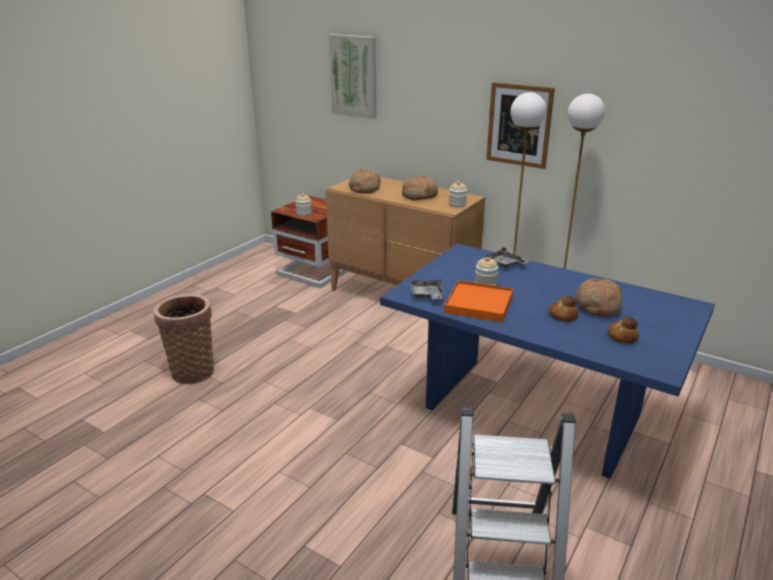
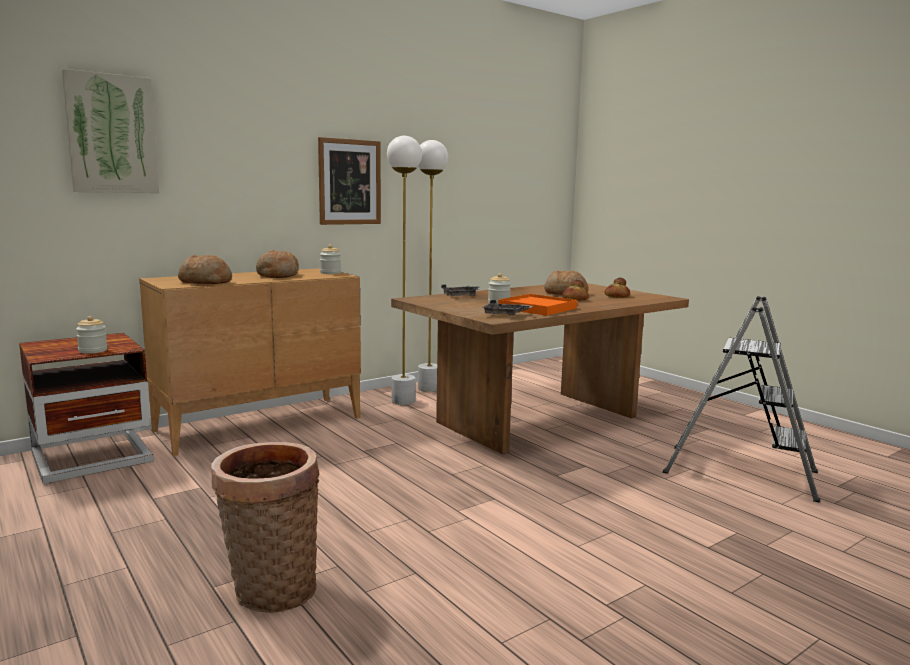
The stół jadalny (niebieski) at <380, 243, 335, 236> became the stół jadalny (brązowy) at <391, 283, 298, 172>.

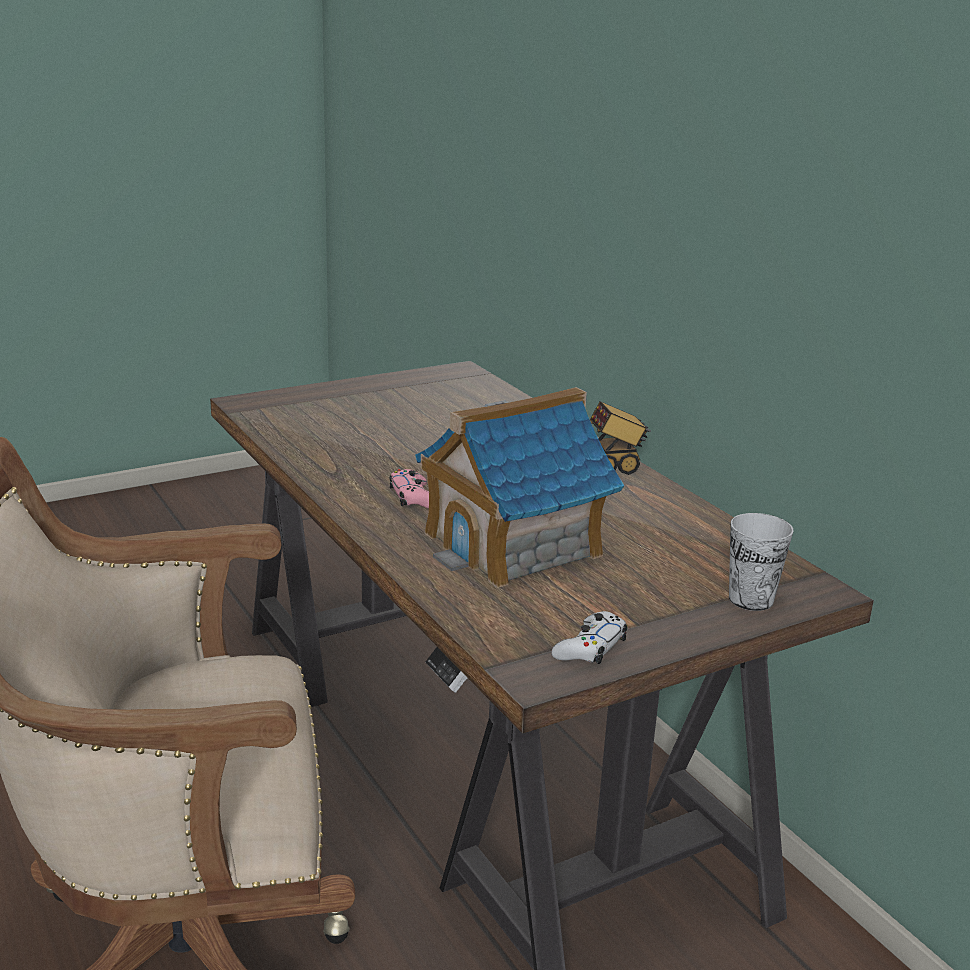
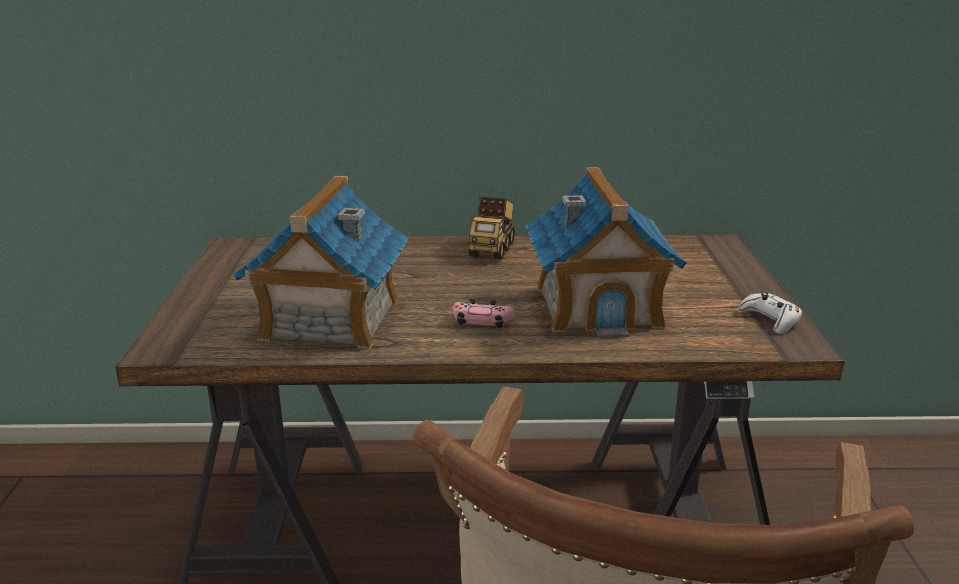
The domek at <233, 176, 176, 173> appeared.
The filiżanka at <729, 513, 64, 98> disappeared.

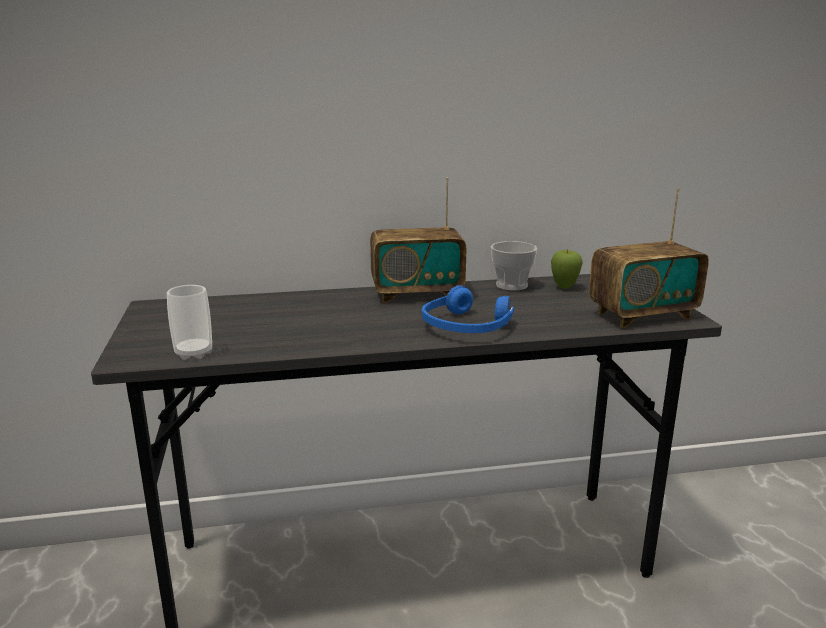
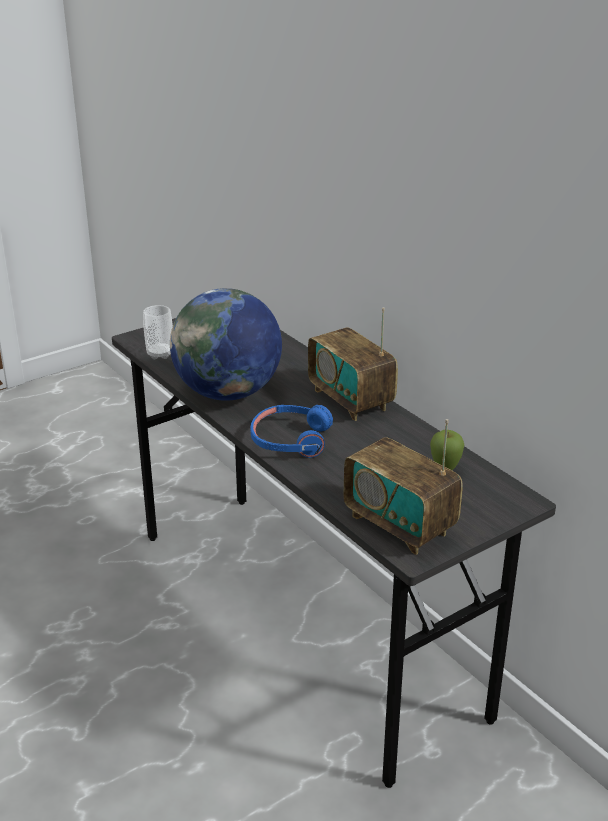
The globus at <170, 288, 112, 113> appeared.
The filiżanka at <491, 241, 46, 50> disappeared.

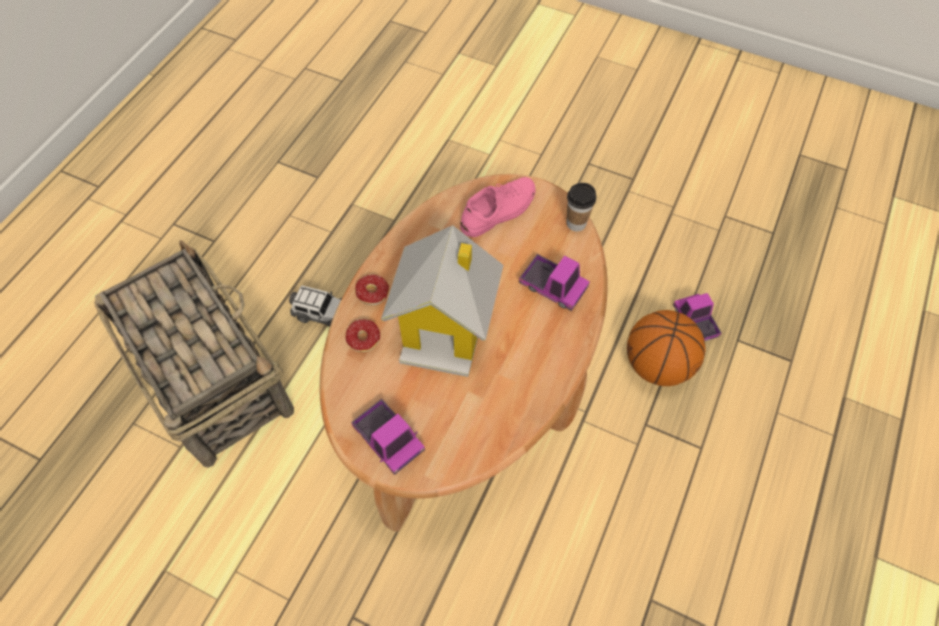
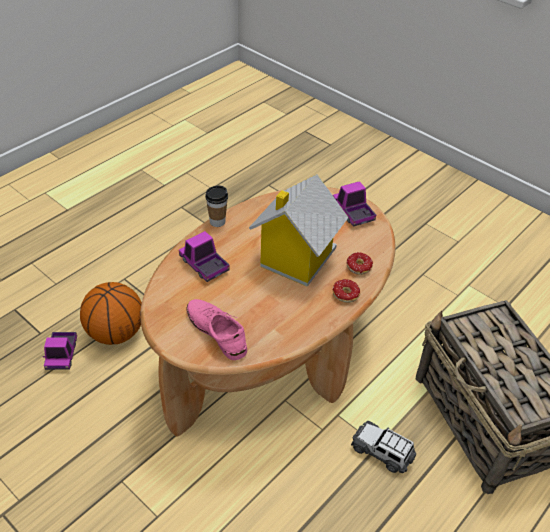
The but (różowy) at <460, 177, 76, 60> turned 75 degrees clockwise.
The filiżanka moved from <567, 183, 29, 49> to <205, 186, 23, 41>.

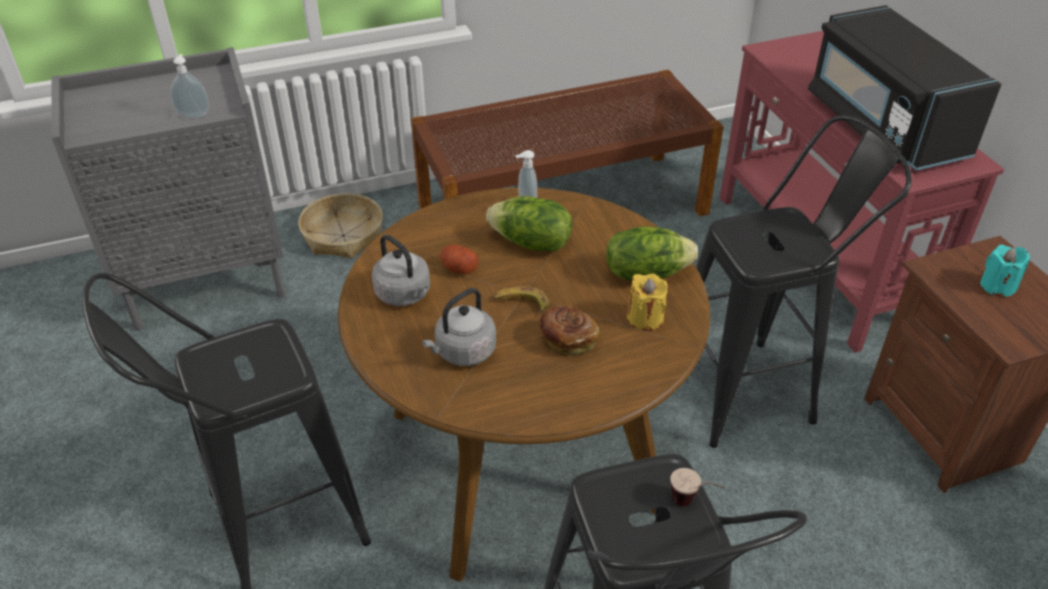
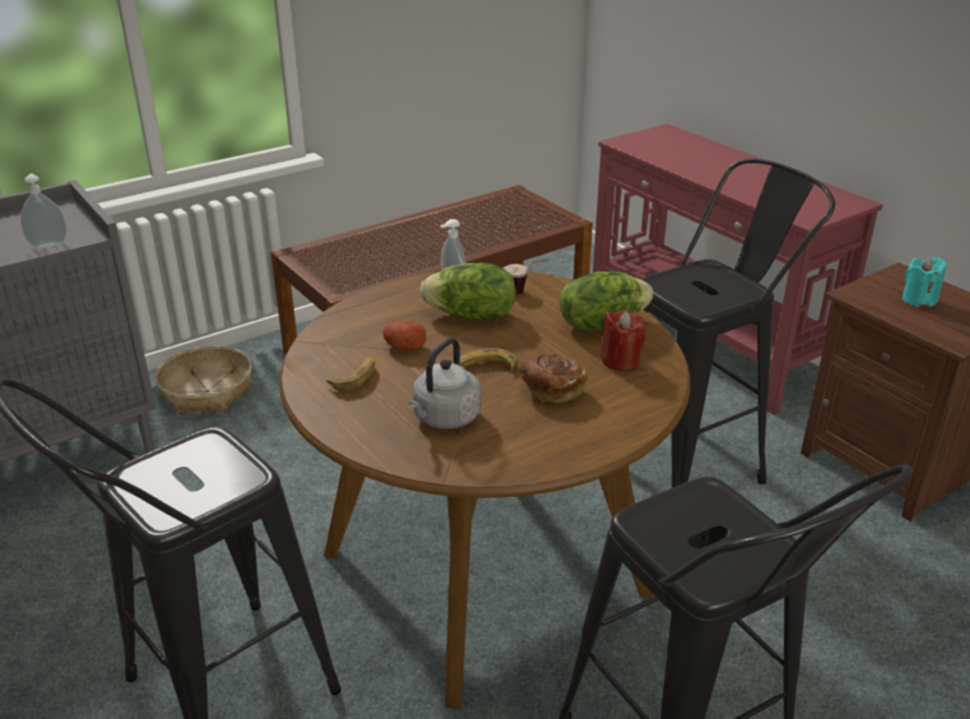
The czajnik (szary) at <372, 235, 58, 71> was replaced by the banan at <327, 357, 48, 34>.
The filiżanka moved from <670, 468, 55, 38> to <504, 259, 44, 35>.
The świeca (żółty) at <627, 274, 40, 57> became the świeca (czerwony) at <601, 310, 45, 61>.
The mikrofalówka (czarny) at <808, 5, 194, 166> disappeared.

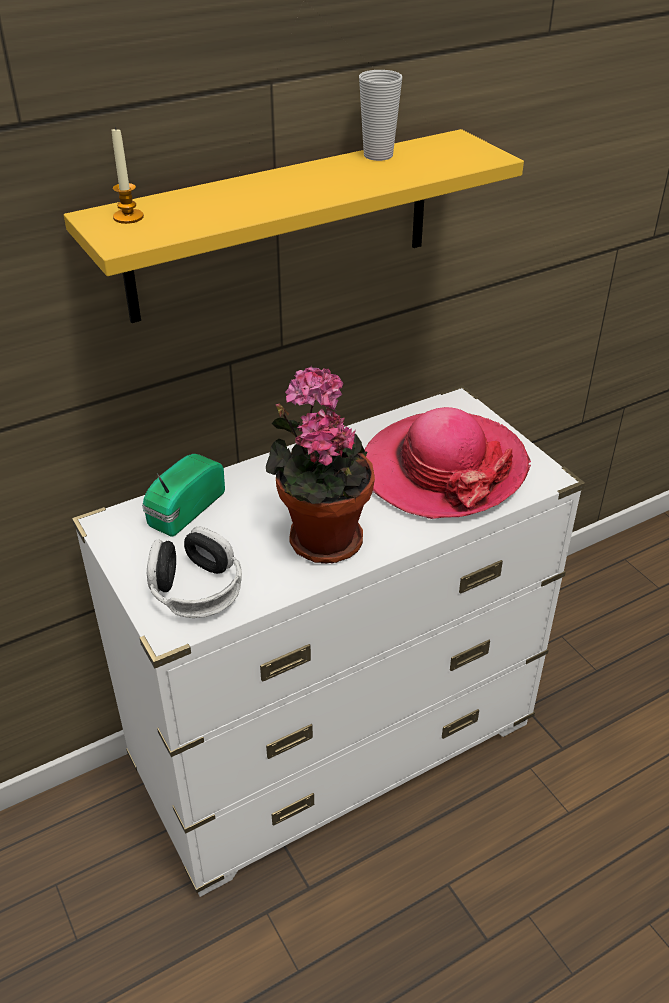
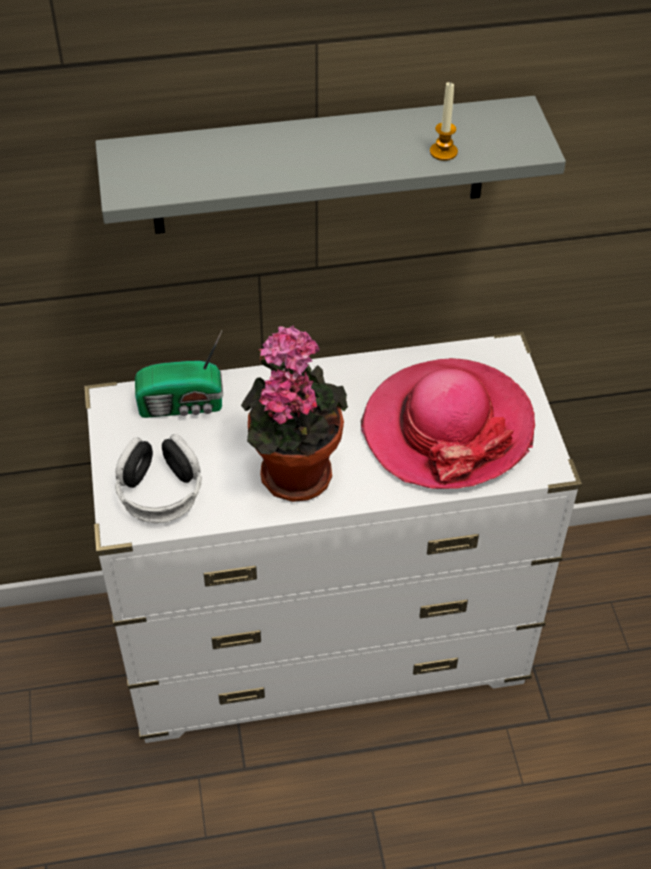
The półka (żółty) at <64, 129, 460, 194> became the półka (szary) at <95, 96, 471, 138>.
The radio at <142, 454, 83, 82> turned 150 degrees counterclockwise.
The świeca moved from <112, 126, 32, 98> to <430, 81, 28, 80>.
The filiżanka at <359, 70, 43, 91> disappeared.

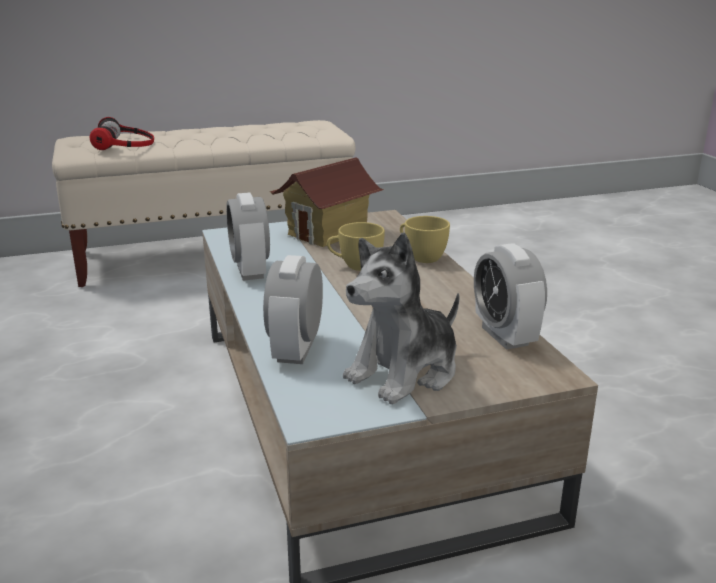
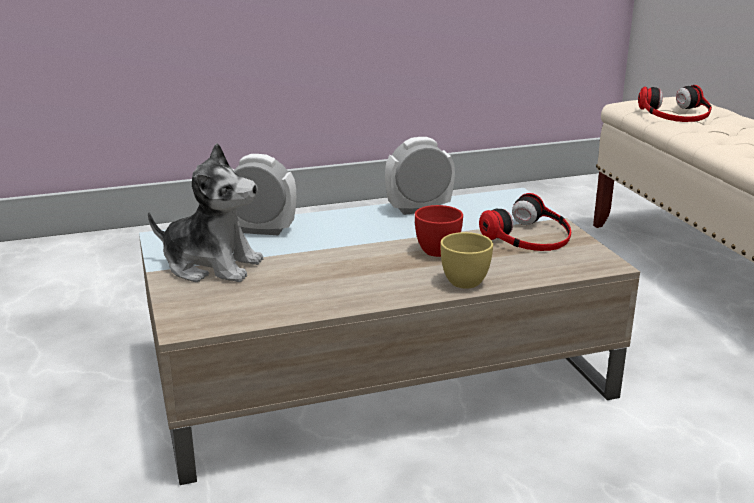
The pluszak at <343, 233, 116, 171> turned 150 degrees clockwise.
The filiżanka (żółty) at <327, 222, 58, 49> became the filiżanka (czerwony) at <415, 205, 48, 52>.
The domek at <270, 157, 114, 90> was replaced by the słuchawki at <479, 193, 92, 58>.
The budzik at <474, 243, 73, 107> disappeared.

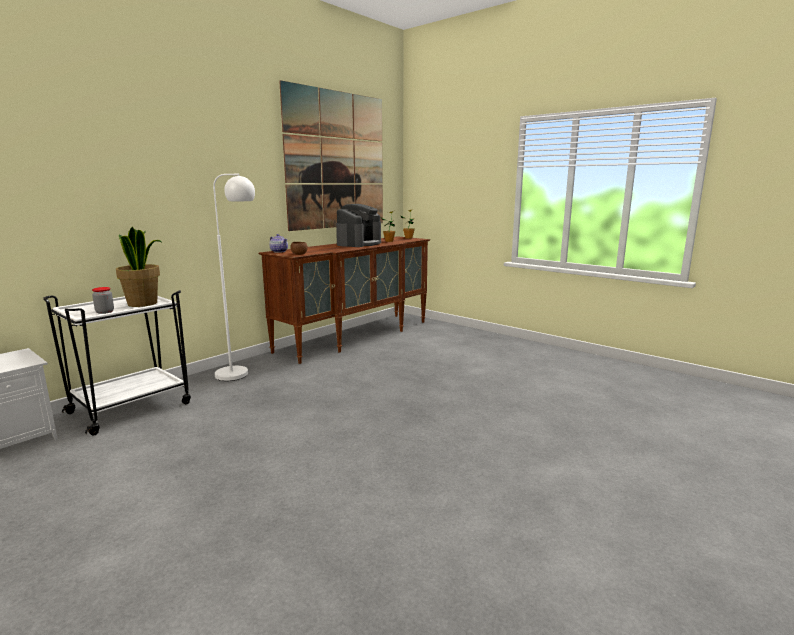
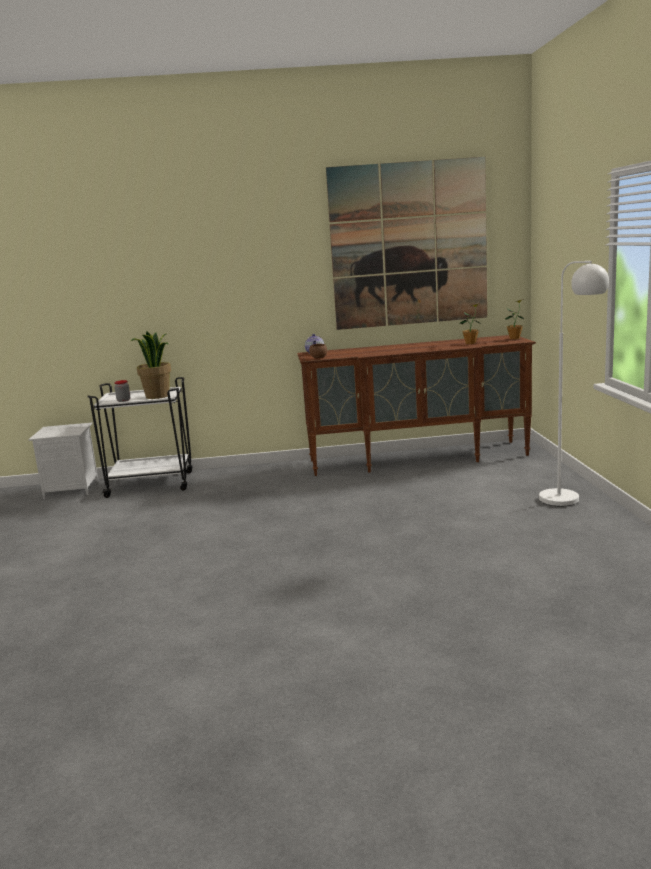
The lampa stojąca (biały) moved from <213, 173, 42, 208> to <539, 261, 70, 245>.
The ekspres do kawy at <336, 204, 45, 43> disappeared.

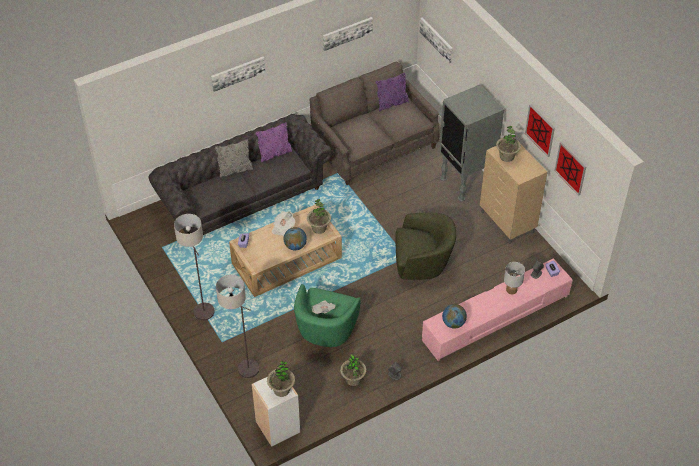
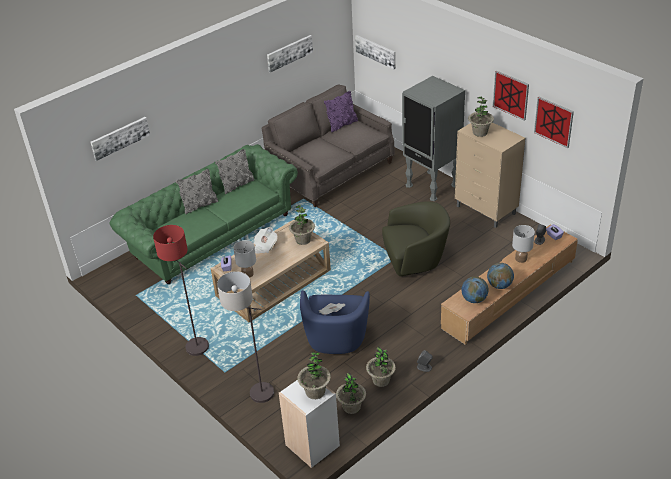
The obraz moved from <211, 57, 54, 35> to <91, 117, 59, 44>.
The kanapa (szary) at <148, 114, 185, 121> became the kanapa (zielony) at <110, 144, 188, 140>.
The lampa stojąca (szary) at <174, 214, 41, 107> became the lampa stojąca (czerwony) at <153, 225, 56, 131>.
The poduszka (fioletowy) at <255, 122, 37, 40> became the poduszka (szary) at <215, 149, 39, 45>.
The lampa stołowa (szary) at <233, 240, 23, 38> appeared.
The fotel (zielony) at <294, 284, 66, 63> became the fotel (niebieski) at <300, 290, 70, 64>.
The roślina doniczkowa at <336, 373, 30, 41> appeared.
The szafka pod telewizor (różowy) at <422, 258, 151, 103> became the szafka pod telewizor (brązowy) at <441, 224, 137, 121>.
The globus moved from <284, 227, 23, 23> to <487, 263, 27, 26>.

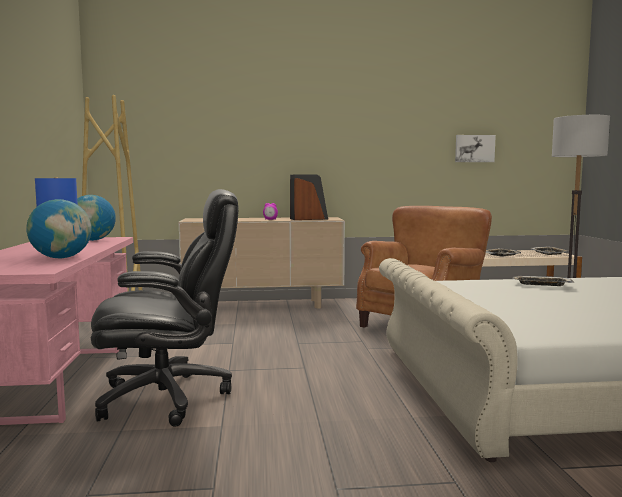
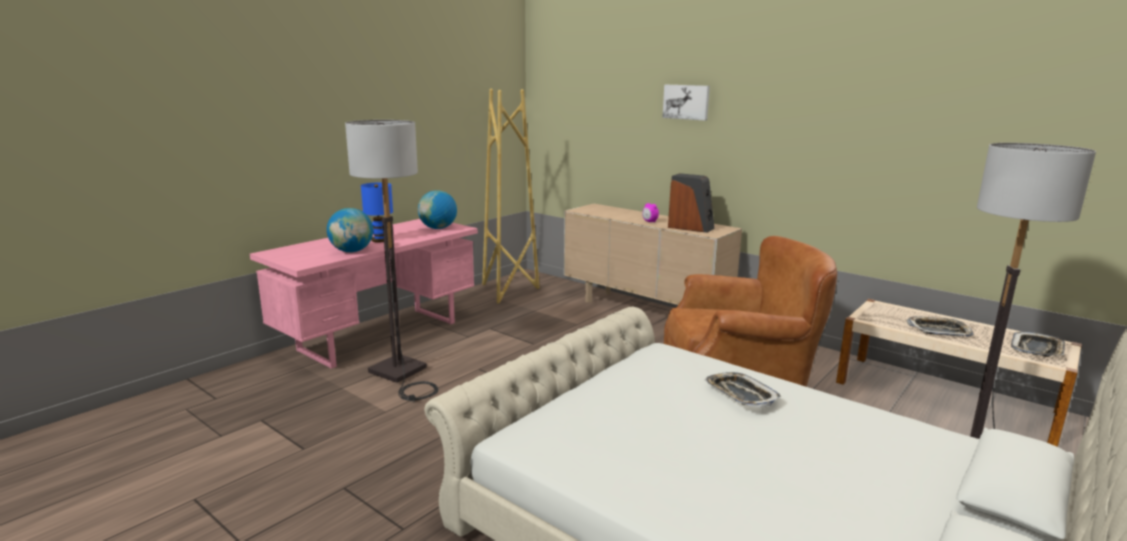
The krzesło biurowe (czarny) at <91, 189, 147, 238> was replaced by the lampa stojąca at <345, 120, 93, 282>.
The obraz moved from <455, 135, 41, 27> to <662, 85, 48, 36>.

